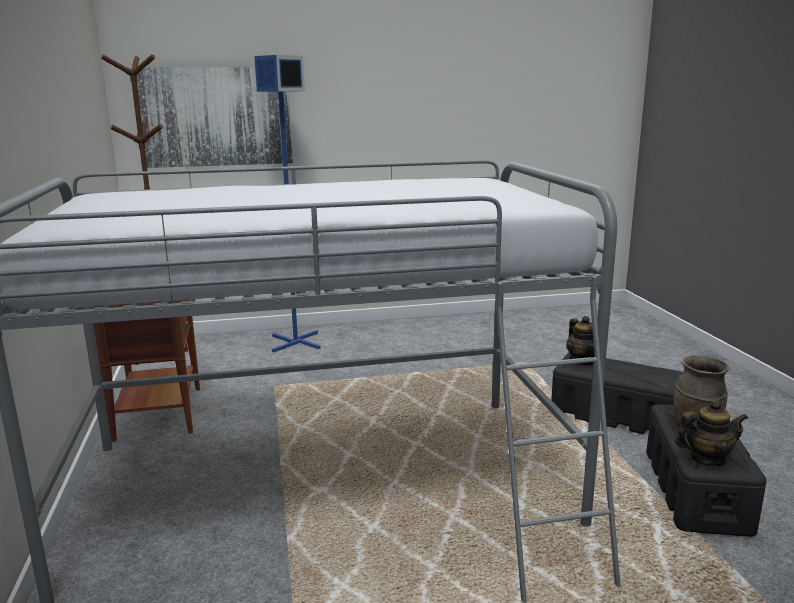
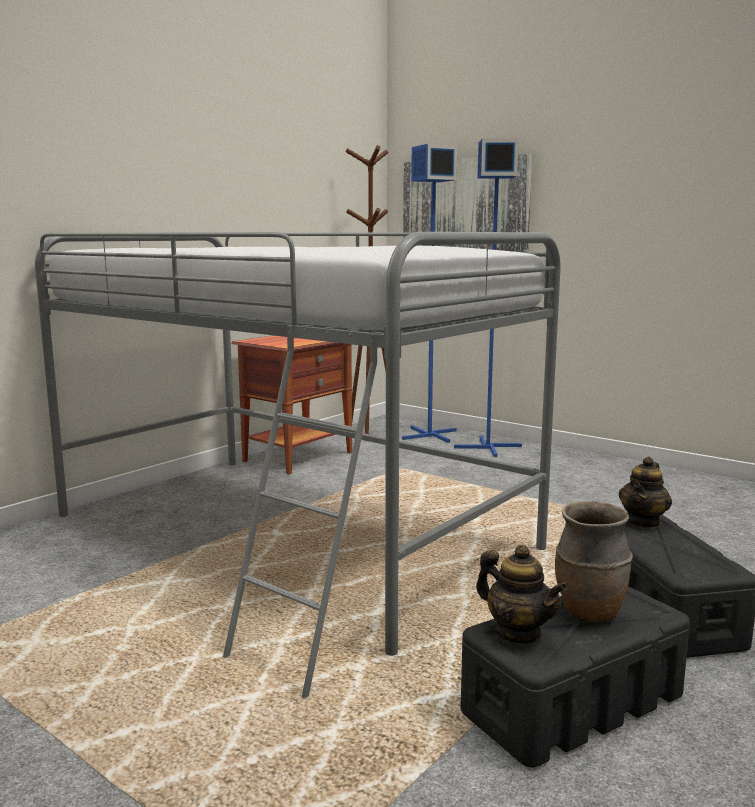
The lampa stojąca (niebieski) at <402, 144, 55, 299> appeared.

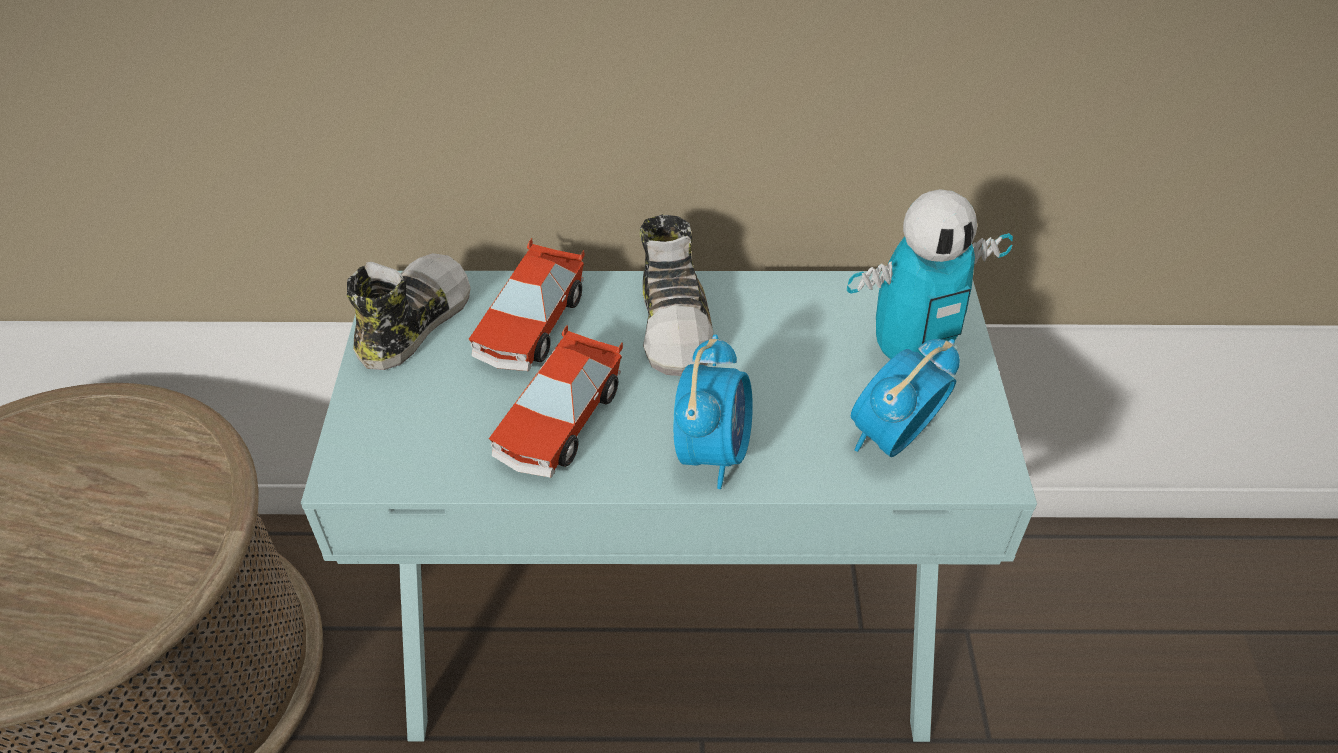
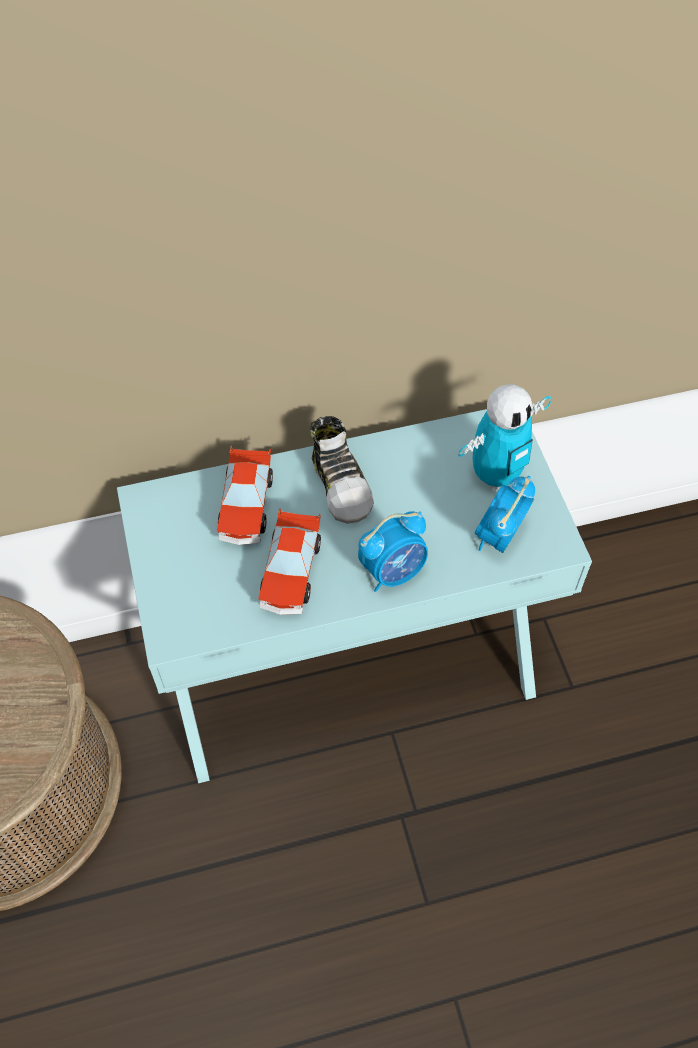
The budzik at <673, 334, 80, 155> turned 60 degrees clockwise.
The but at <347, 253, 124, 117> disappeared.

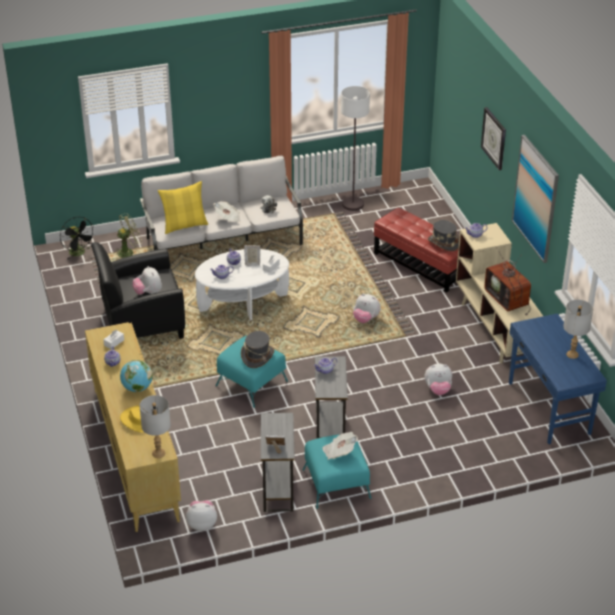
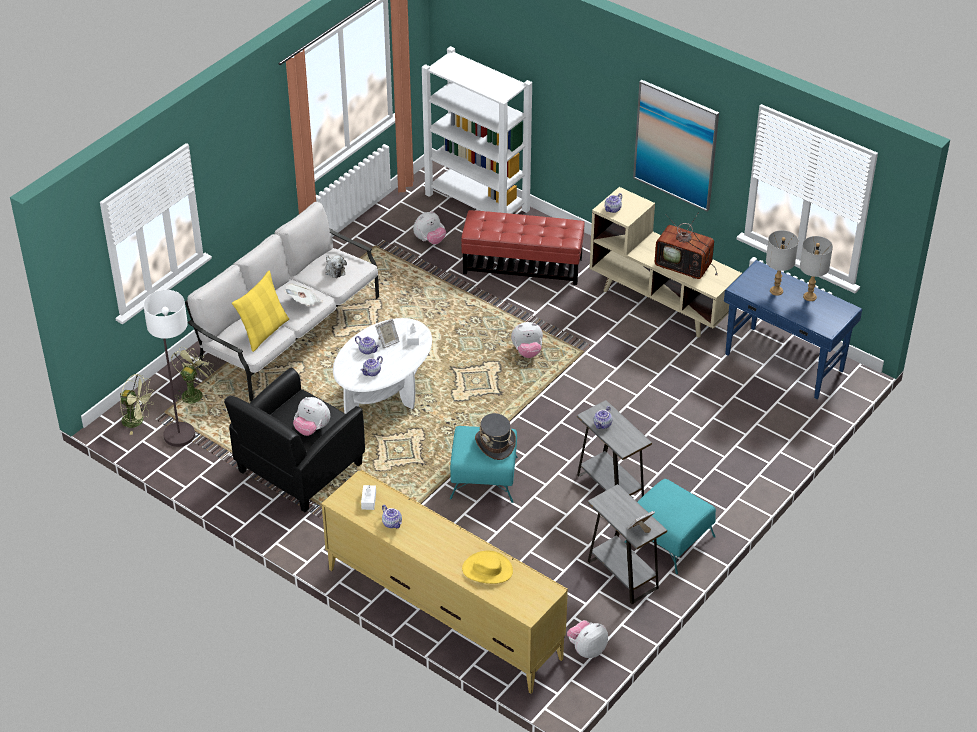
The wentylator (czarny) at <60, 217, 35, 42> became the wentylator (zielony) at <119, 374, 35, 61>.
The lampa stojąca (biały) moved from <341, 86, 29, 125> to <143, 290, 52, 157>.
The pluszak moved from <425, 364, 27, 31> to <413, 211, 33, 33>.
The regał (biały) at <422, 46, 110, 168> appeared.
The lampa stołowa (szary) moved from <139, 395, 32, 63> to <766, 230, 32, 66>.
The globus at <120, 360, 33, 32> disappeared.
The gazeta at <322, 432, 36, 28> disappeared.
The kapelusz (szary) at <428, 220, 31, 31> disappeared.
The zegar ścienny at <481, 107, 25, 63> disappeared.

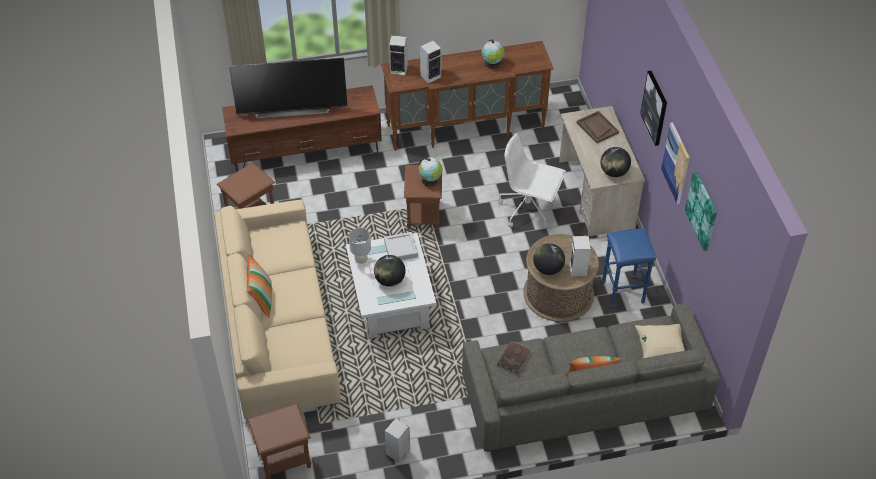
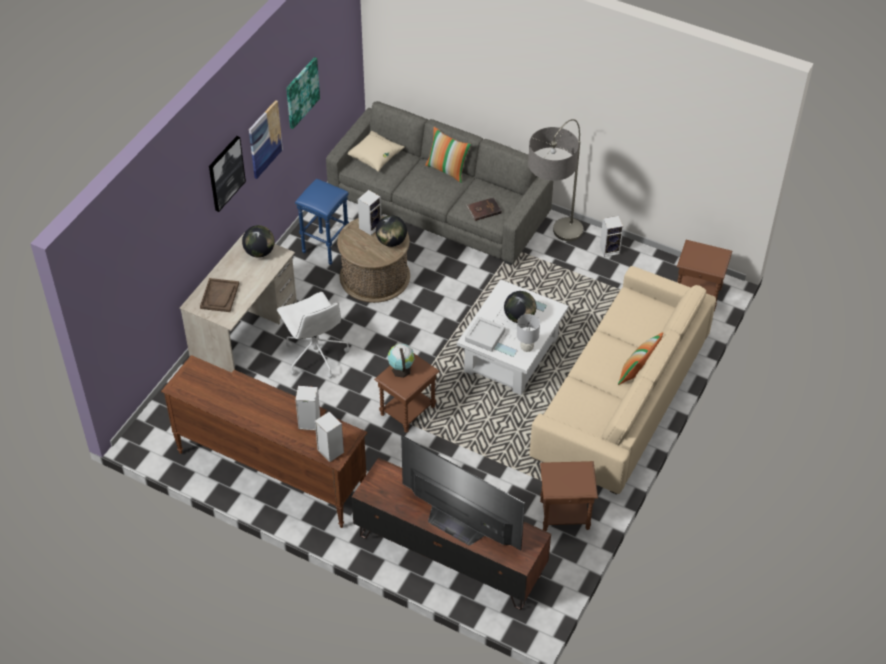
The lampa stojąca at <528, 119, 55, 122> appeared.
The globus at <482, 39, 23, 30> disappeared.

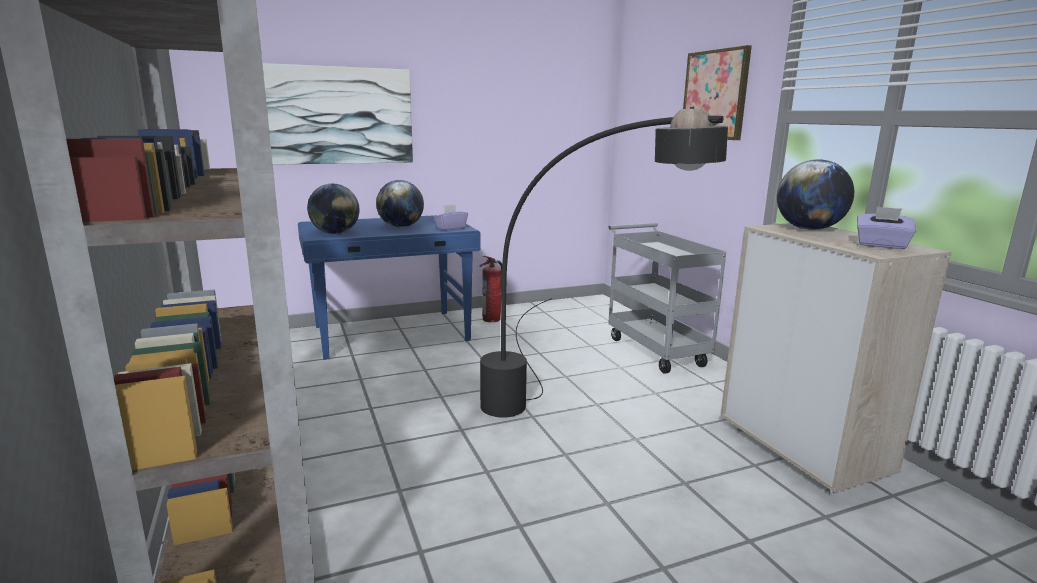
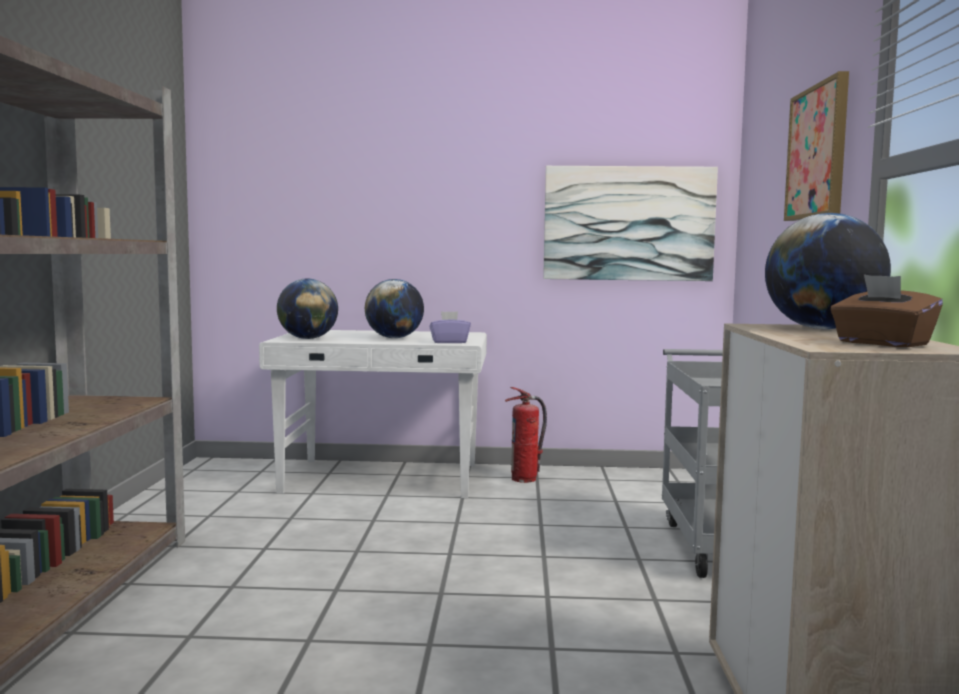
The biurko (niebieski) at <298, 215, 183, 145> became the biurko (biały) at <259, 330, 228, 168>.
The obraz moved from <262, 63, 151, 102> to <543, 166, 175, 115>.
The pudełko chusteczek (fioletowy) at <857, 206, 59, 43> became the pudełko chusteczek (brązowy) at <830, 274, 113, 73>.
The lampa stojąca (czarny) at <480, 107, 248, 311> disappeared.

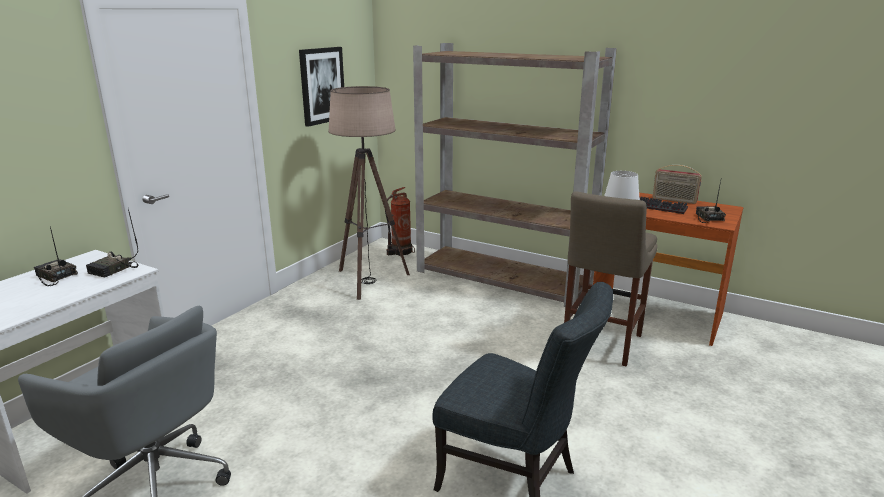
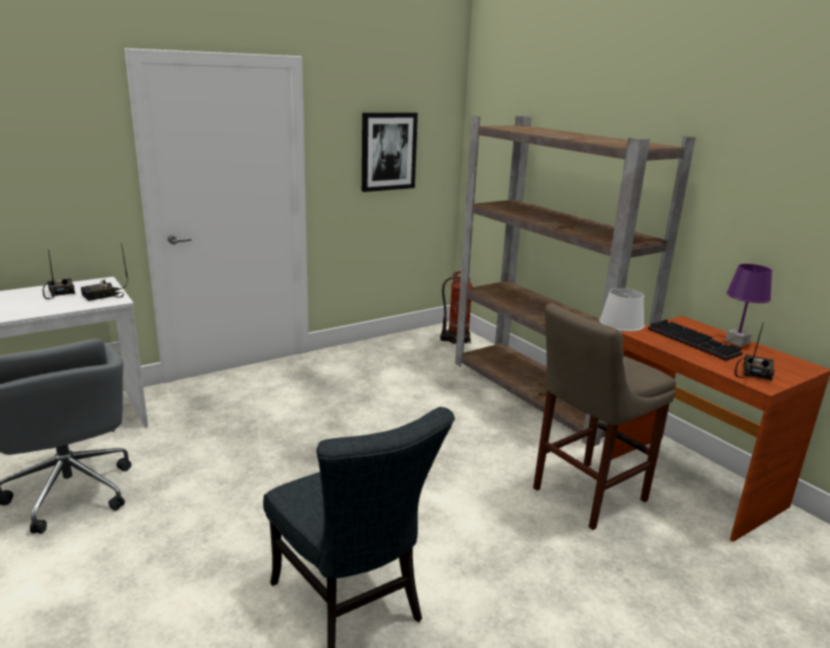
The radio at <653, 165, 49, 39> was replaced by the lampa stołowa (fioletowy) at <725, 264, 47, 83>.
The lampa stojąca at <328, 86, 82, 214> disappeared.

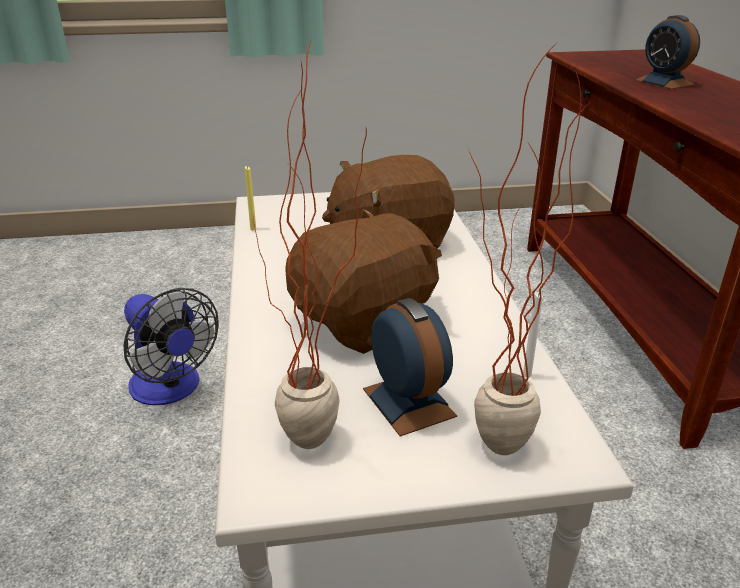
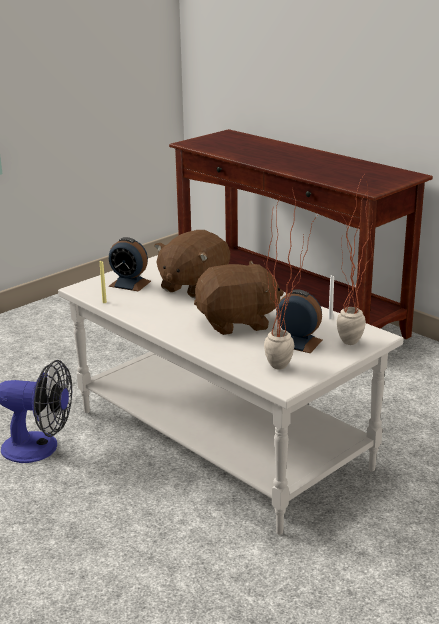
The budzik moved from <635, 15, 65, 74> to <108, 237, 43, 55>.
The pluszak (brązowy) at <285, 209, 157, 145> turned 60 degrees clockwise.

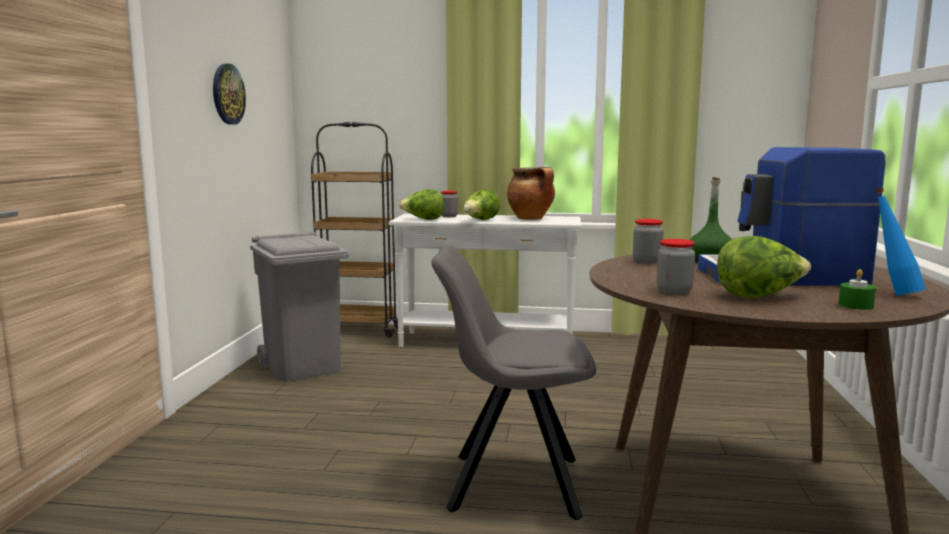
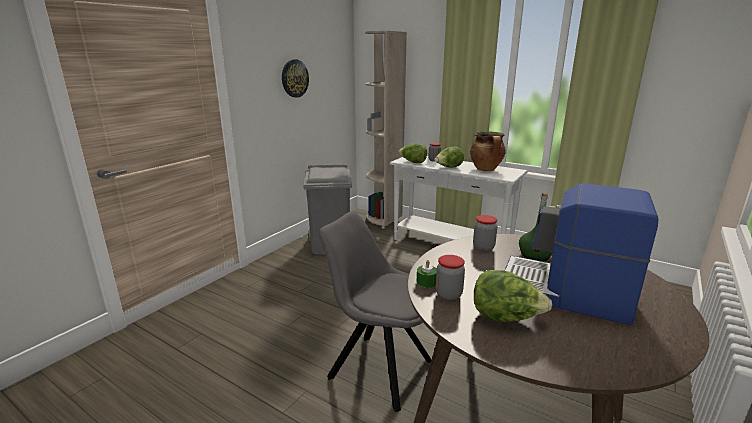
The wózek (brązowy) at <311, 122, 87, 216> was replaced by the regał (beżowy) at <365, 31, 42, 198>.
The świeca (zielony) moved from <839, 269, 37, 41> to <417, 260, 20, 28>.
The butelka (niebieski) at <875, 188, 51, 107> disappeared.

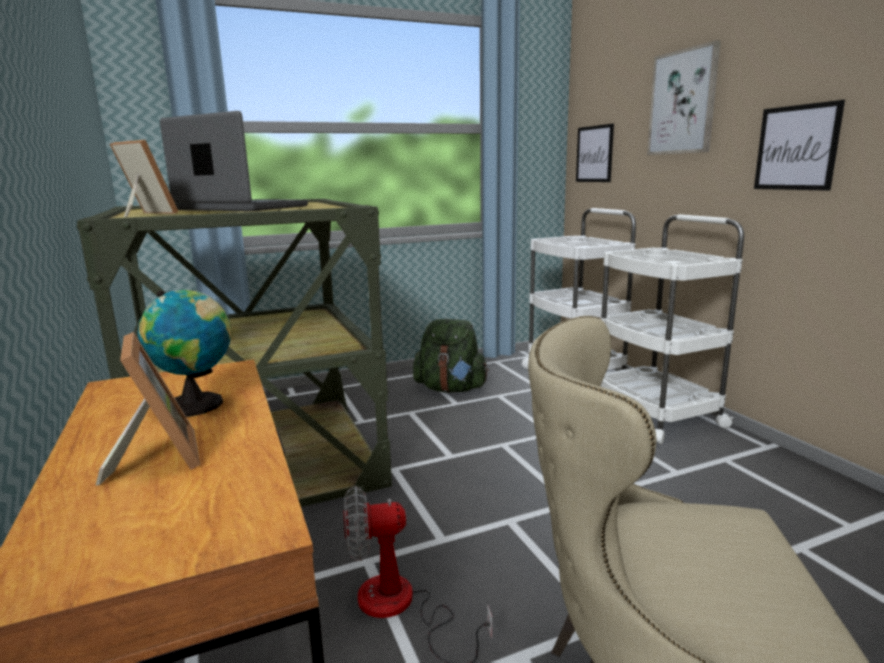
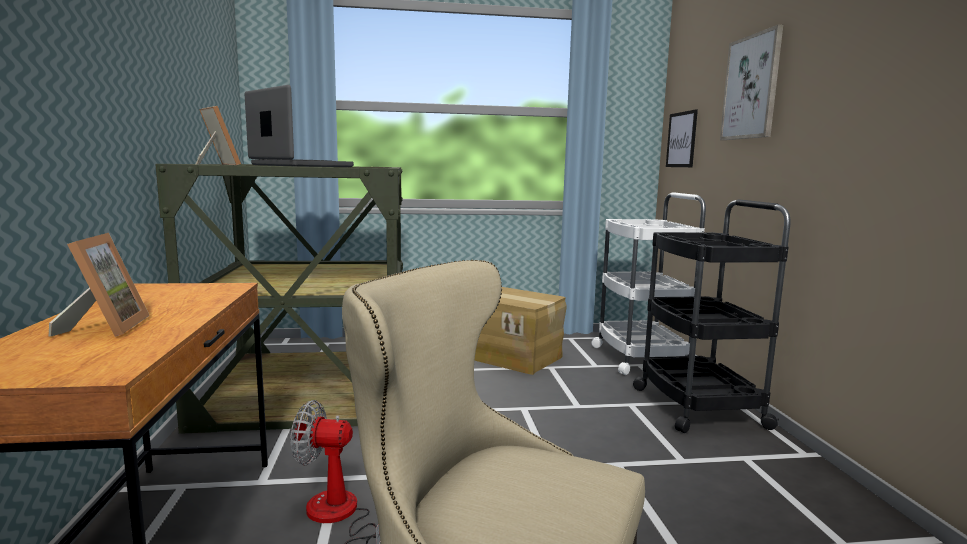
The plecak (zielony) at <413, 319, 76, 73> was replaced by the karton at <474, 287, 93, 88>.
The wózek (biały) at <600, 214, 144, 230> became the wózek (czarny) at <633, 199, 158, 234>.
The globus at <138, 290, 93, 127> disappeared.
The obraz at <754, 100, 91, 91> disappeared.

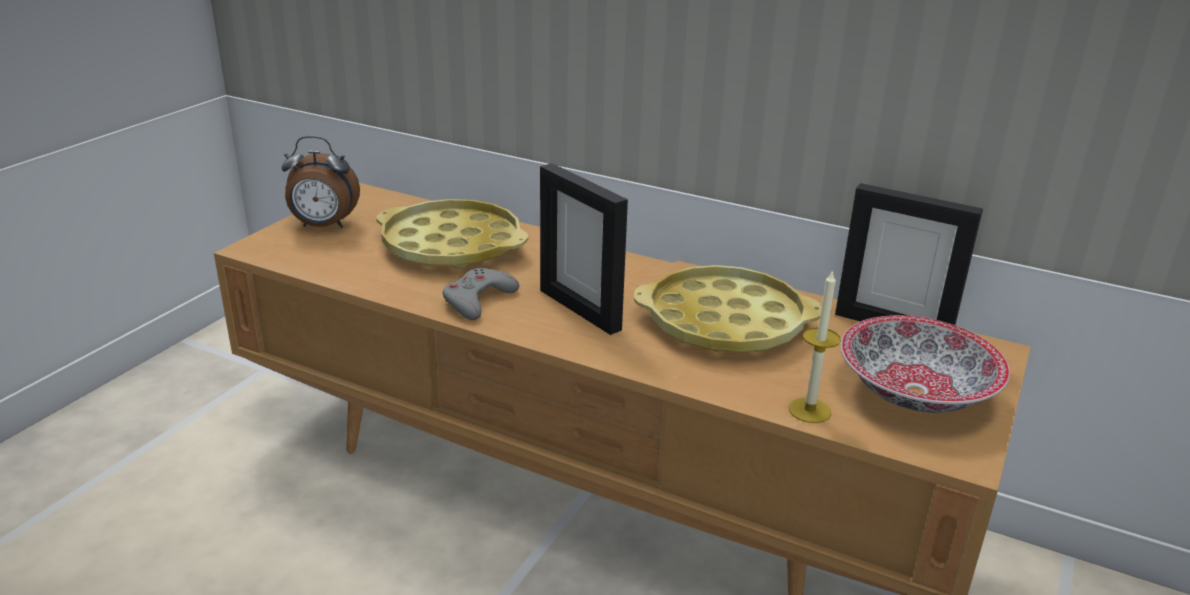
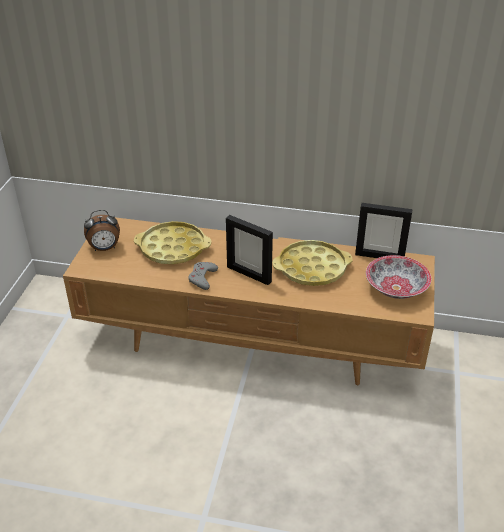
The świeca at <789, 270, 52, 153> disappeared.

